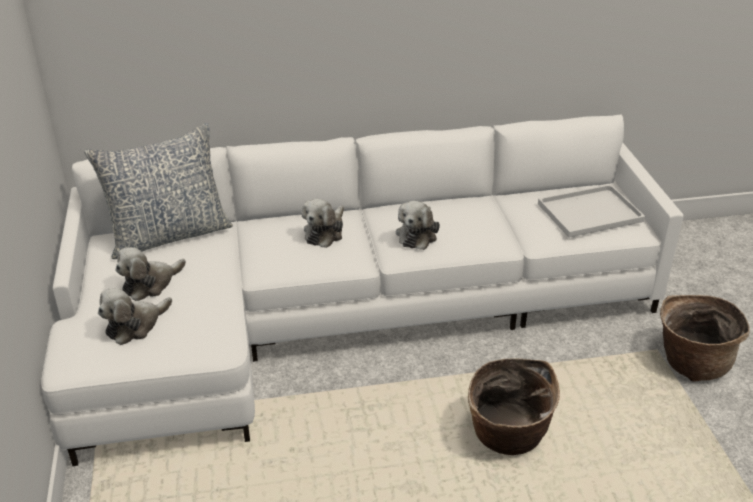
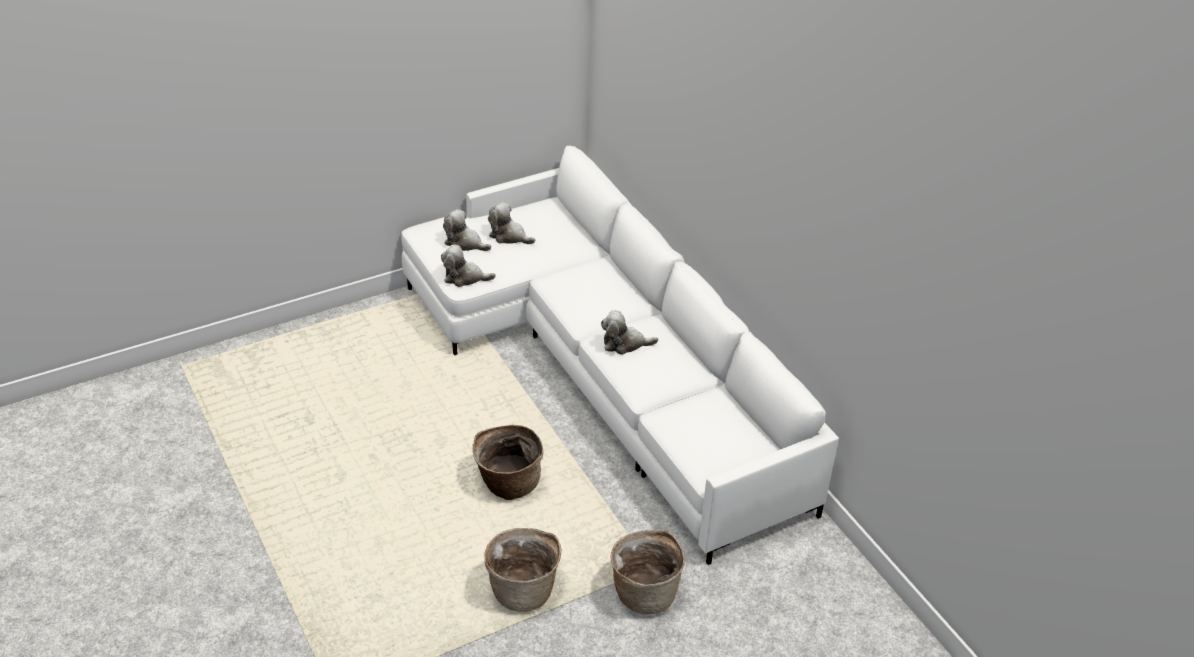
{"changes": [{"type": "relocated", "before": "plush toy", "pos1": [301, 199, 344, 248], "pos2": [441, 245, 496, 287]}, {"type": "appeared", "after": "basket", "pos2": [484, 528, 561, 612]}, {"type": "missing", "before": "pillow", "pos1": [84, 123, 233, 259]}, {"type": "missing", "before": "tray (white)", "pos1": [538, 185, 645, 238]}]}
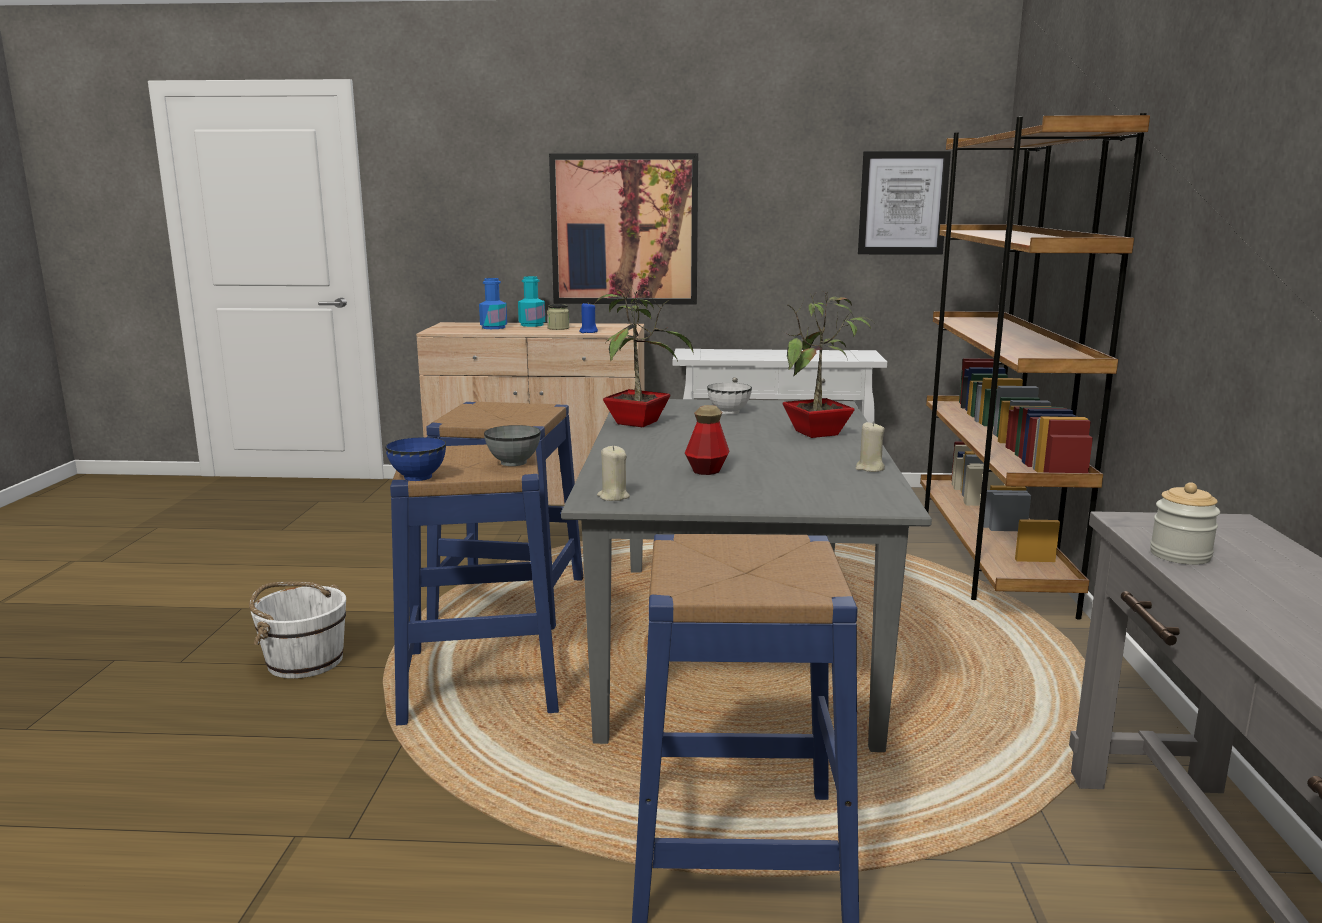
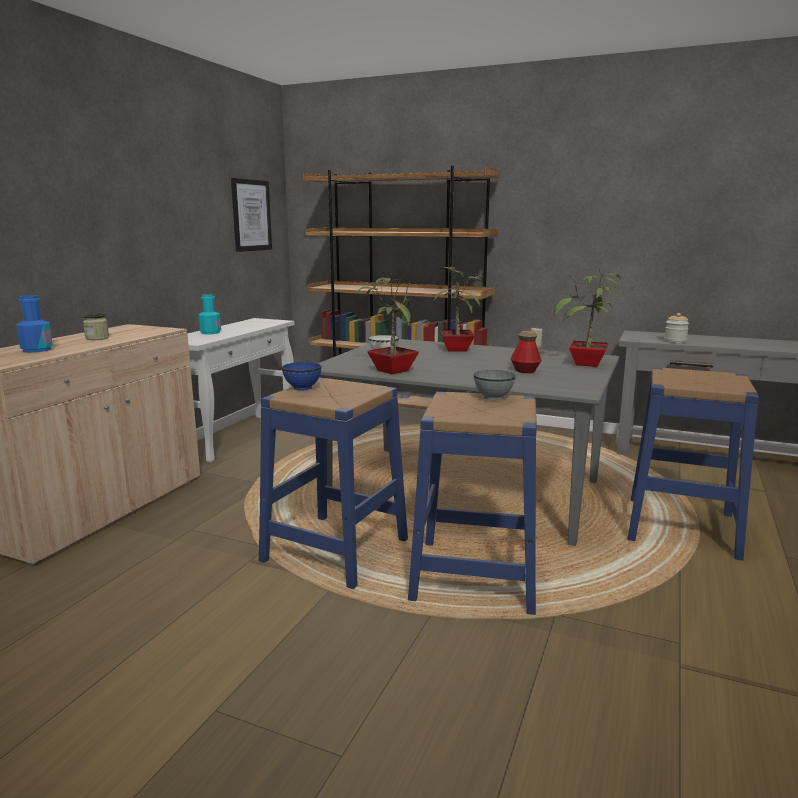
{"changes": [{"type": "relocated", "before": "bottle (turquoise)", "pos1": [518, 276, 545, 327], "pos2": [198, 294, 221, 334]}, {"type": "relocated", "before": "bowl (blue)", "pos1": [385, 437, 446, 481], "pos2": [282, 362, 321, 391]}, {"type": "appeared", "after": "potted plant", "pos2": [553, 269, 624, 367]}, {"type": "missing", "before": "bucket (white)", "pos1": [249, 582, 346, 679]}, {"type": "missing", "before": "picture", "pos1": [549, 153, 698, 305]}, {"type": "missing", "before": "candle (blue)", "pos1": [579, 303, 598, 333]}, {"type": "missing", "before": "candle (beige)", "pos1": [597, 445, 630, 501]}]}
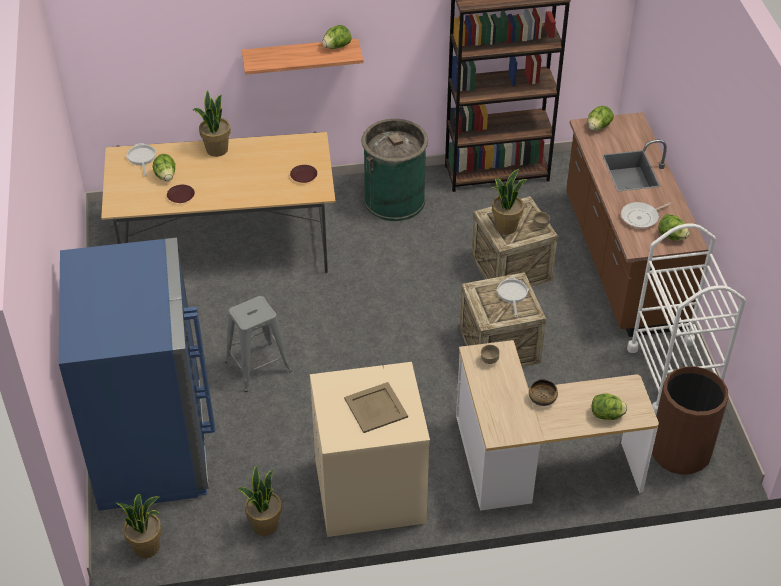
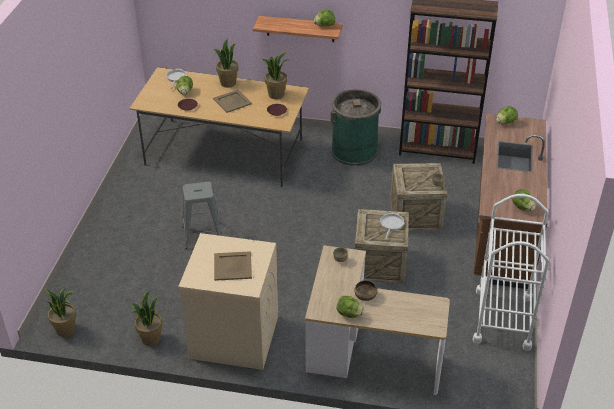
{"changes": [{"type": "appeared", "after": "tray (beige)", "pos2": [213, 90, 252, 113]}, {"type": "relocated", "before": "potted plant", "pos1": [491, 169, 528, 235], "pos2": [262, 52, 289, 99]}, {"type": "relocated", "before": "lettuce", "pos1": [592, 393, 627, 420], "pos2": [337, 296, 364, 318]}, {"type": "missing", "before": "fridge (blue)", "pos1": [59, 237, 215, 511]}, {"type": "missing", "before": "frying pan", "pos1": [621, 202, 673, 228]}, {"type": "missing", "before": "trash can (brown)", "pos1": [652, 366, 729, 475]}]}
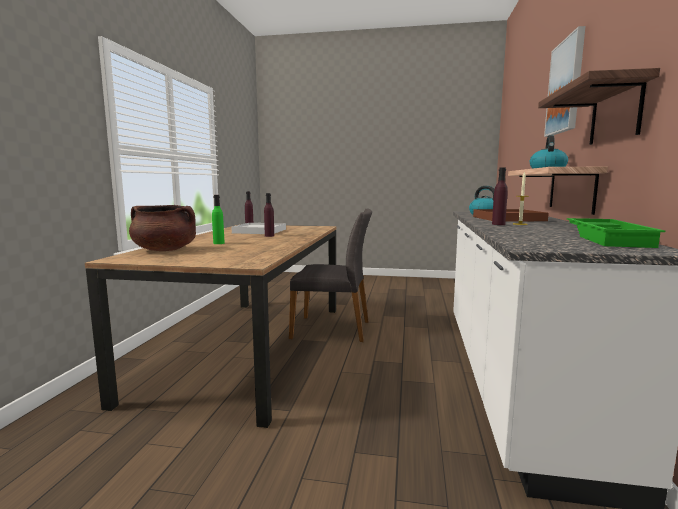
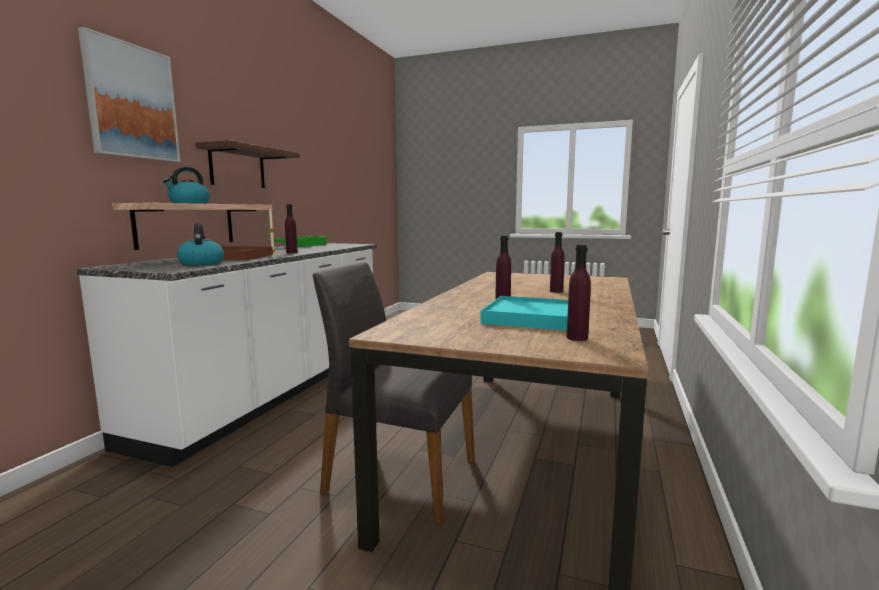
{"changes": [{"type": "colour", "before": "tray (white)", "after": "tray (turquoise)", "pos1": [231, 223, 286, 234], "pos2": [480, 296, 568, 331]}, {"type": "colour", "before": "bottle (green)", "after": "bottle (purple)", "pos1": [212, 195, 225, 244], "pos2": [550, 232, 565, 293]}, {"type": "missing", "before": "cooking pot (brown)", "pos1": [129, 205, 196, 251]}]}
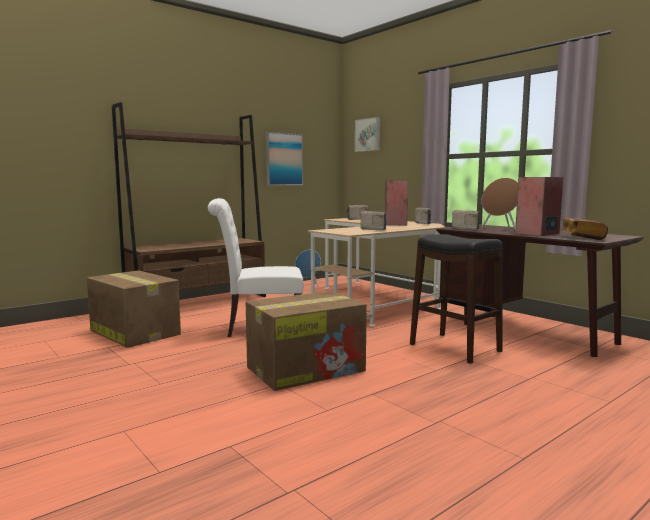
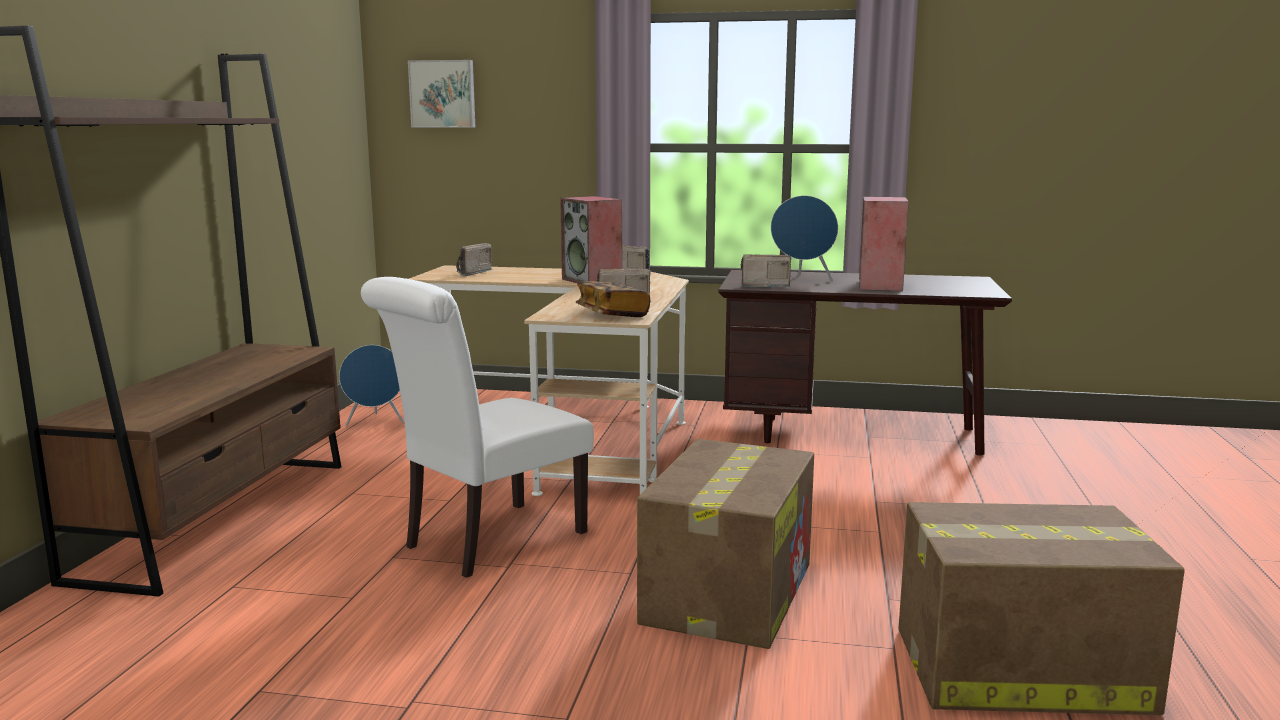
{"changes": [{"type": "relocated", "before": "book", "pos1": [560, 218, 608, 240], "pos2": [575, 281, 650, 317]}, {"type": "colour", "before": "speaker (brown)", "after": "speaker (blue)", "pos1": [481, 178, 519, 231], "pos2": [771, 196, 838, 281]}, {"type": "relocated", "before": "cardboard box", "pos1": [87, 270, 181, 348], "pos2": [898, 502, 1185, 715]}, {"type": "missing", "before": "picture", "pos1": [266, 132, 303, 186]}, {"type": "missing", "before": "stool (black)", "pos1": [410, 234, 503, 364]}]}
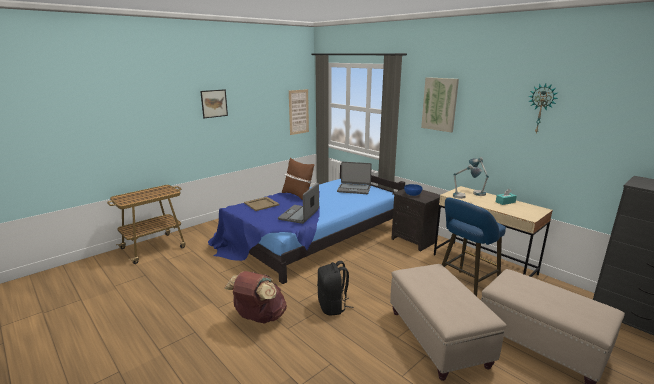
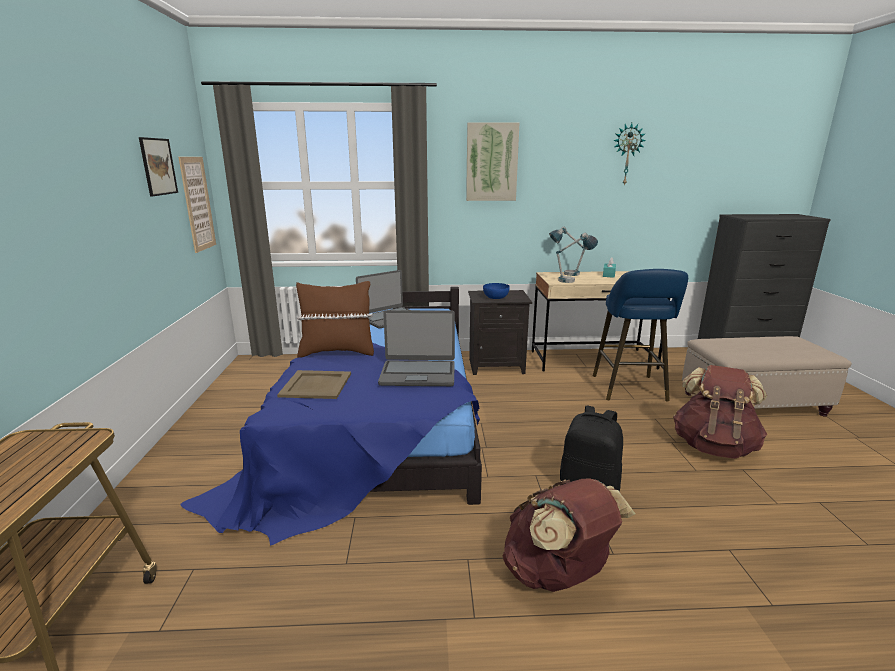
{"changes": [{"type": "relocated", "before": "picture", "pos1": [200, 89, 228, 118], "pos2": [139, 137, 178, 196]}, {"type": "spun", "before": "laptop", "pos1": [278, 183, 319, 224], "pos2": [378, 310, 455, 386], "turn": -60}, {"type": "exchanged", "before": "ottoman (beige)", "after": "backpack (brown)", "pos1": [390, 264, 507, 381], "pos2": [673, 365, 767, 459]}]}
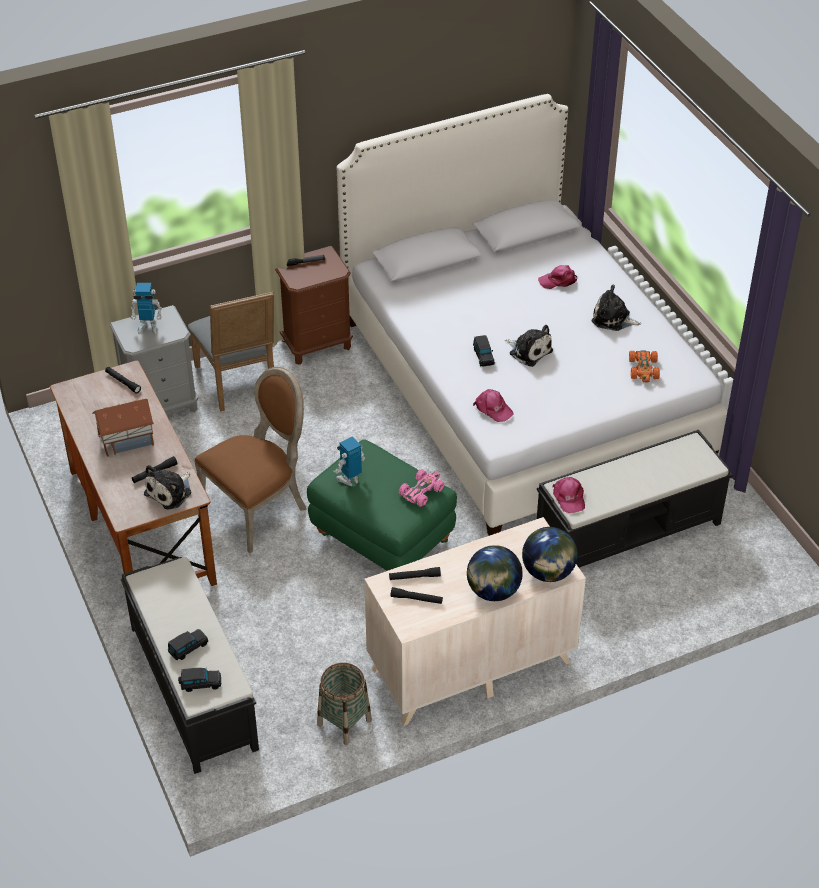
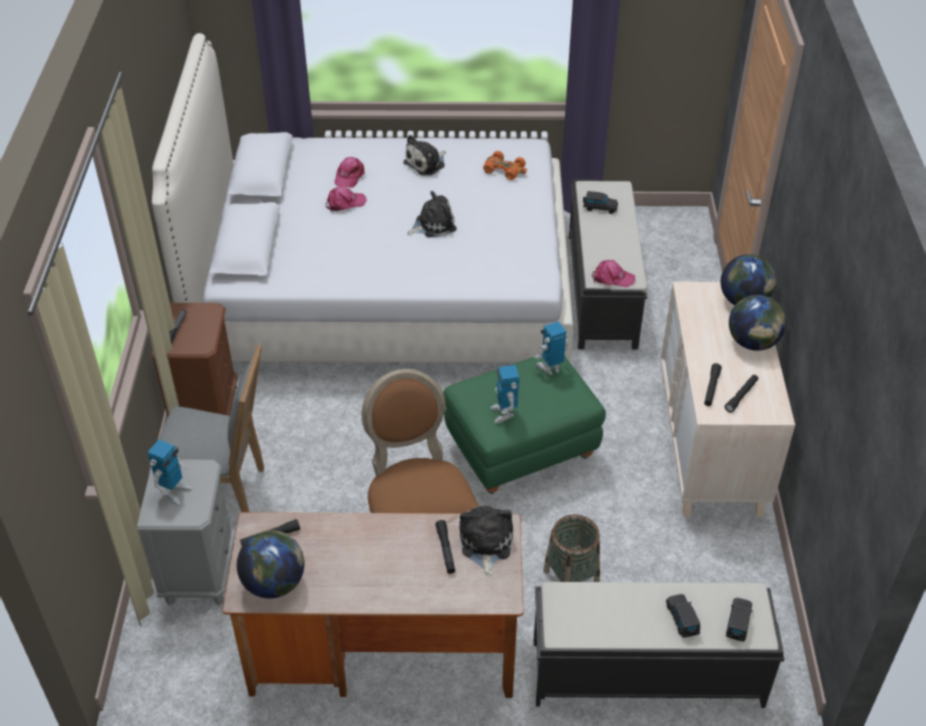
{"changes": [{"type": "appeared", "after": "globe", "pos2": [237, 531, 304, 598]}, {"type": "relocated", "before": "cap (pink)", "pos1": [473, 389, 514, 422], "pos2": [326, 186, 367, 213]}, {"type": "spun", "before": "plush toy", "pos1": [144, 465, 191, 510], "pos2": [459, 506, 513, 576], "turn": -150}, {"type": "exchanged", "before": "toy car (pink)", "after": "toy robot", "pos1": [399, 469, 445, 507], "pos2": [534, 321, 570, 375]}, {"type": "relocated", "before": "basket", "pos1": [317, 663, 372, 745], "pos2": [543, 514, 600, 582]}, {"type": "relocated", "before": "toy car (black)", "pos1": [473, 335, 495, 367], "pos2": [583, 191, 618, 214]}, {"type": "missing", "before": "toy house", "pos1": [92, 399, 154, 456]}]}
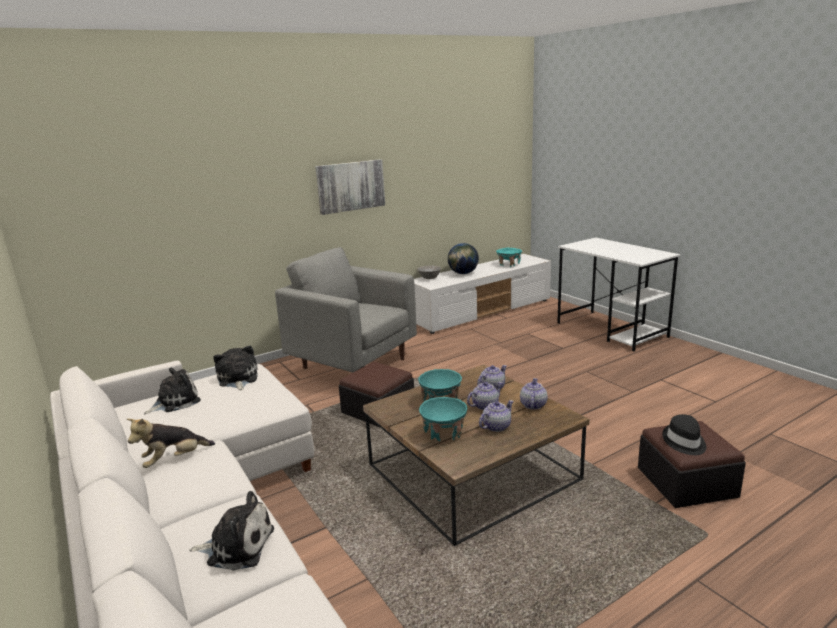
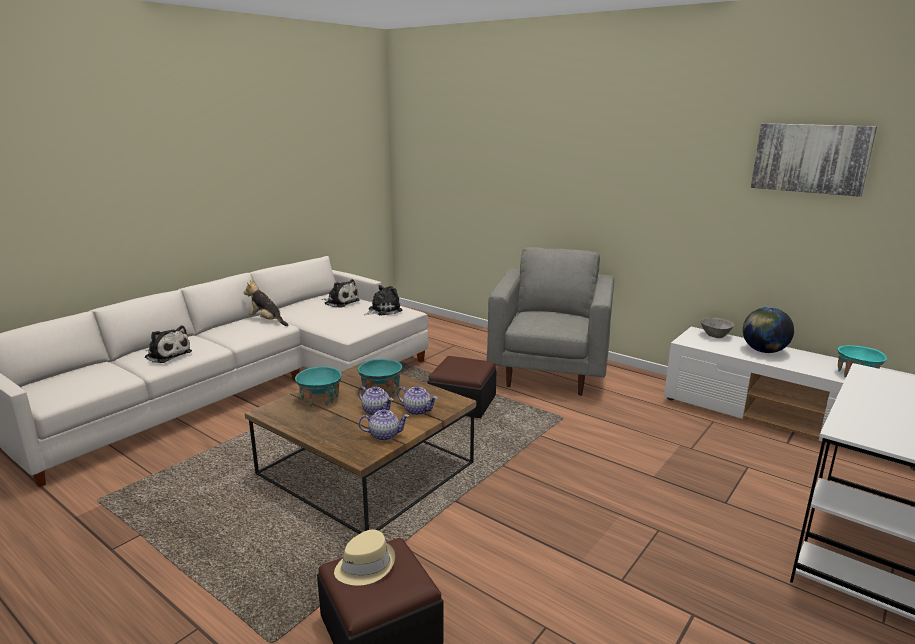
{"changes": [{"type": "spun", "before": "plush toy", "pos1": [190, 491, 274, 571], "pos2": [145, 325, 192, 363], "turn": -45}, {"type": "colour", "before": "hat (black)", "after": "hat (beige)", "pos1": [662, 414, 706, 455], "pos2": [334, 530, 395, 585]}, {"type": "relocated", "before": "picture", "pos1": [315, 159, 385, 215], "pos2": [751, 123, 877, 197]}, {"type": "missing", "before": "teapot", "pos1": [479, 400, 514, 432]}]}
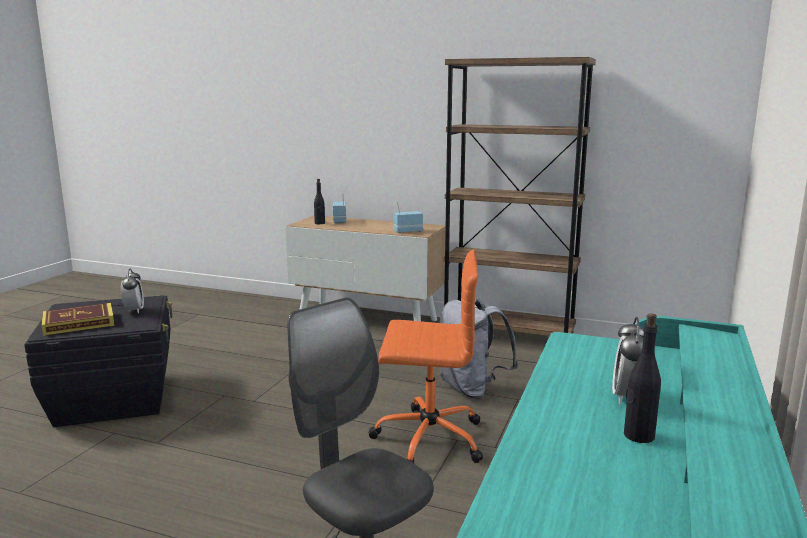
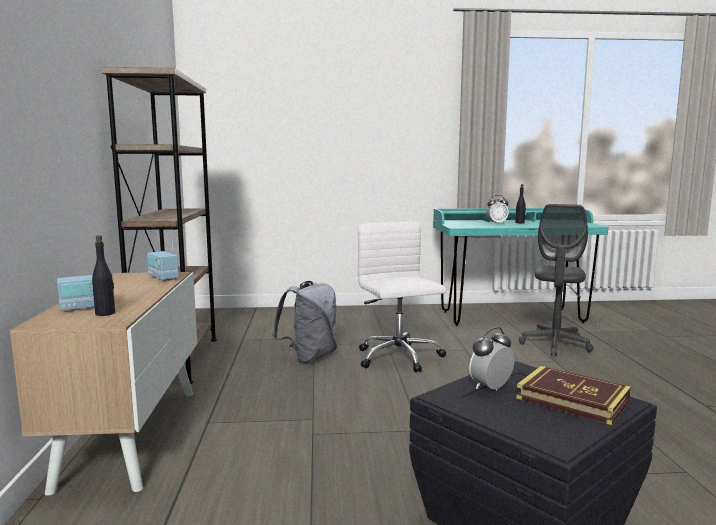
{"changes": [{"type": "colour", "before": "office chair (orange)", "after": "office chair (white)", "pos1": [369, 250, 483, 463], "pos2": [358, 222, 446, 373]}]}
